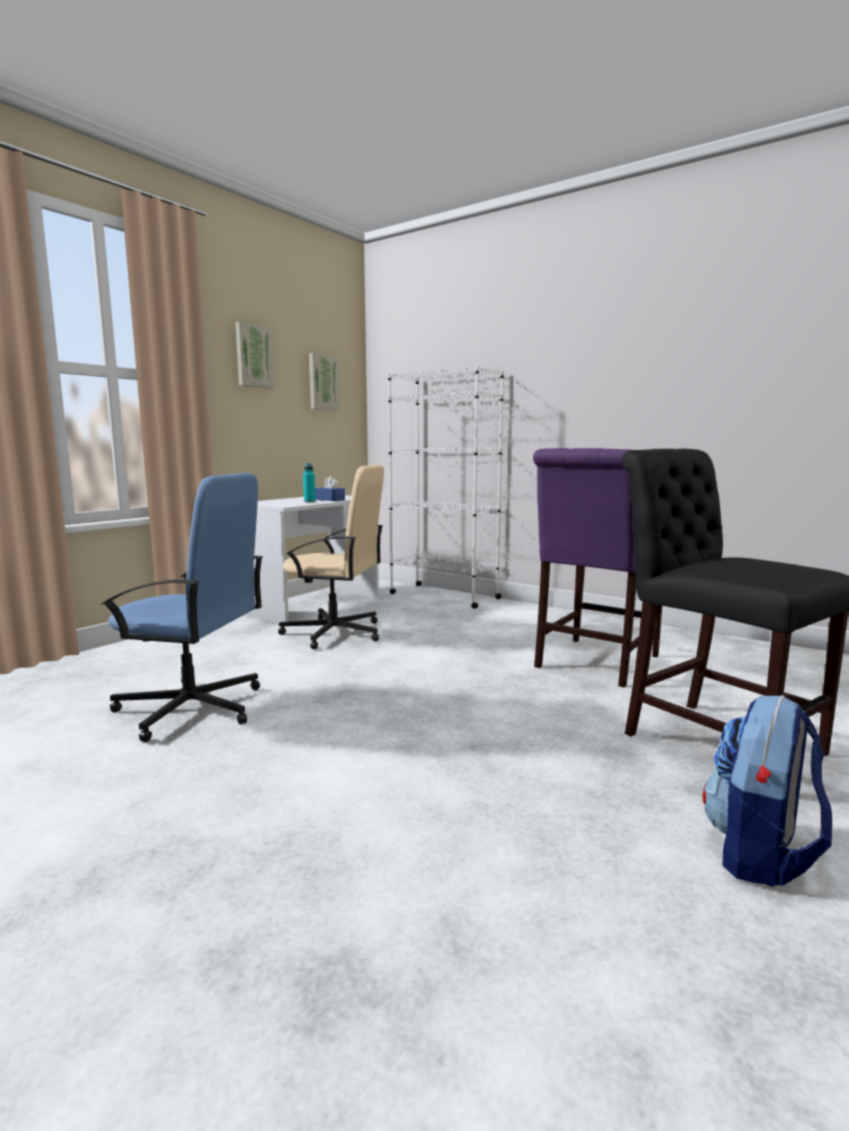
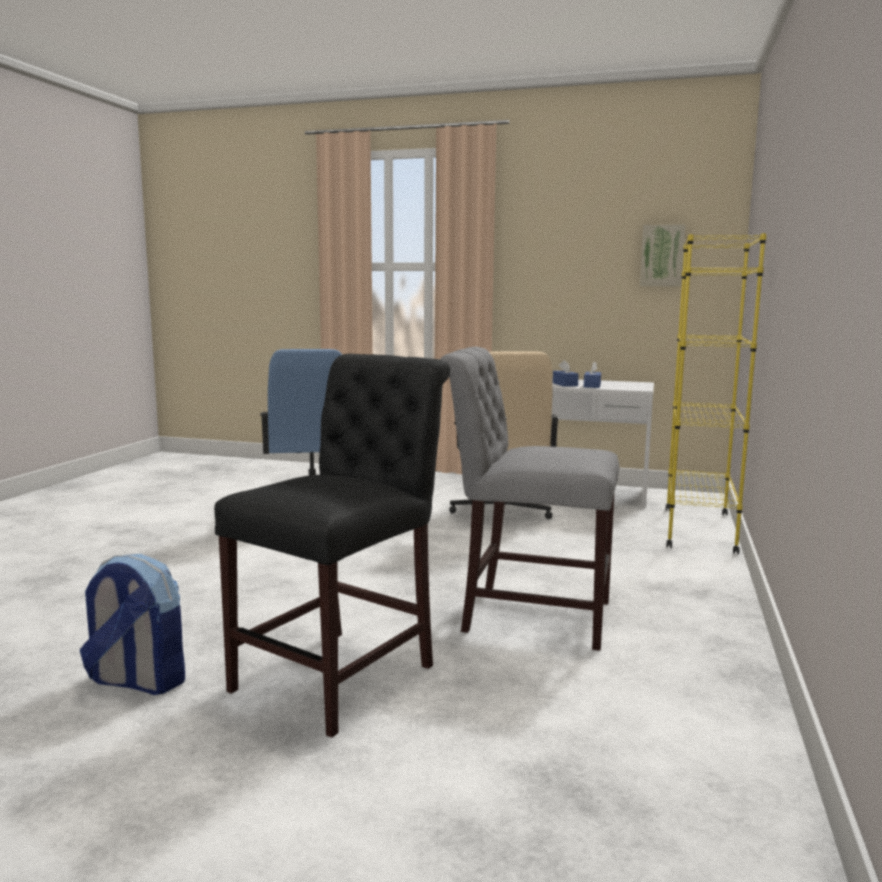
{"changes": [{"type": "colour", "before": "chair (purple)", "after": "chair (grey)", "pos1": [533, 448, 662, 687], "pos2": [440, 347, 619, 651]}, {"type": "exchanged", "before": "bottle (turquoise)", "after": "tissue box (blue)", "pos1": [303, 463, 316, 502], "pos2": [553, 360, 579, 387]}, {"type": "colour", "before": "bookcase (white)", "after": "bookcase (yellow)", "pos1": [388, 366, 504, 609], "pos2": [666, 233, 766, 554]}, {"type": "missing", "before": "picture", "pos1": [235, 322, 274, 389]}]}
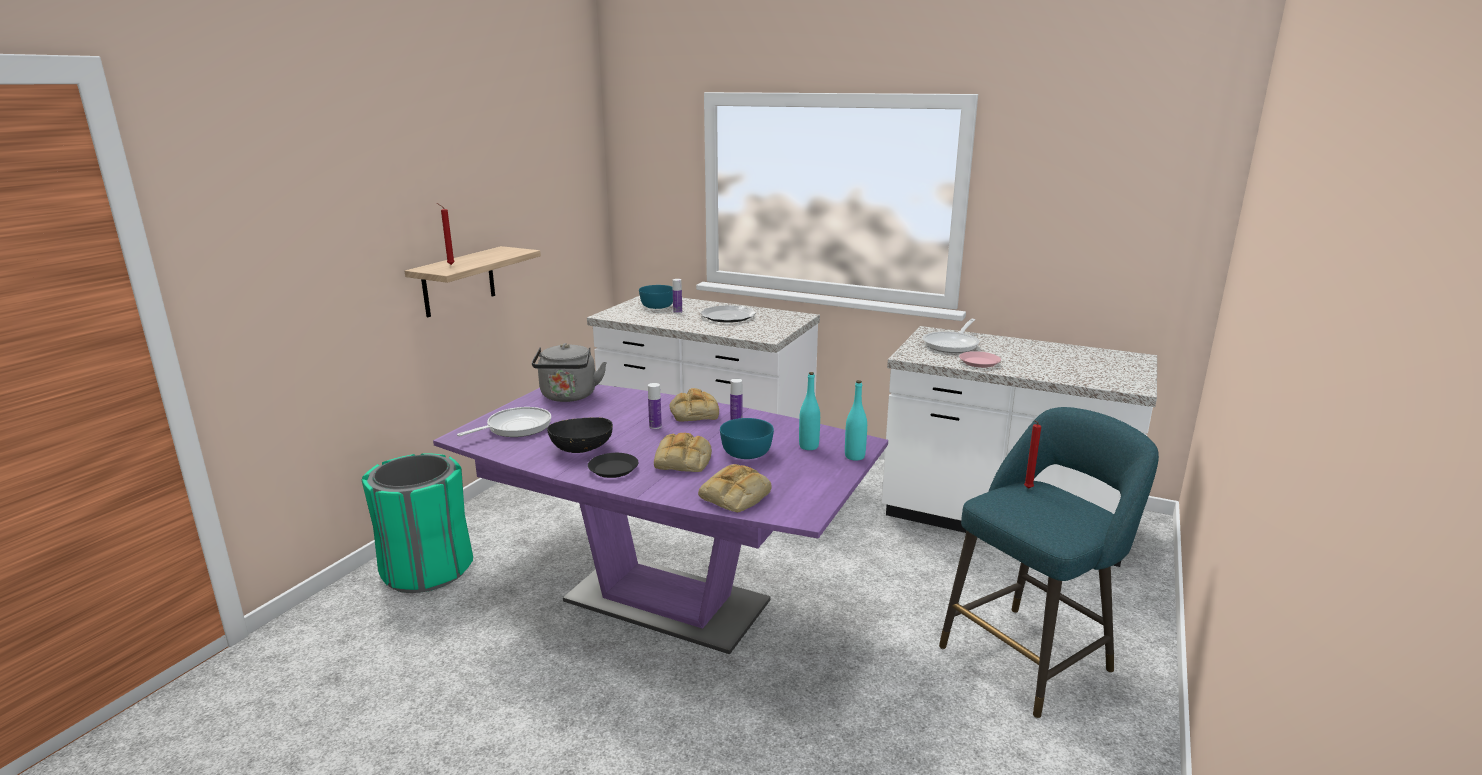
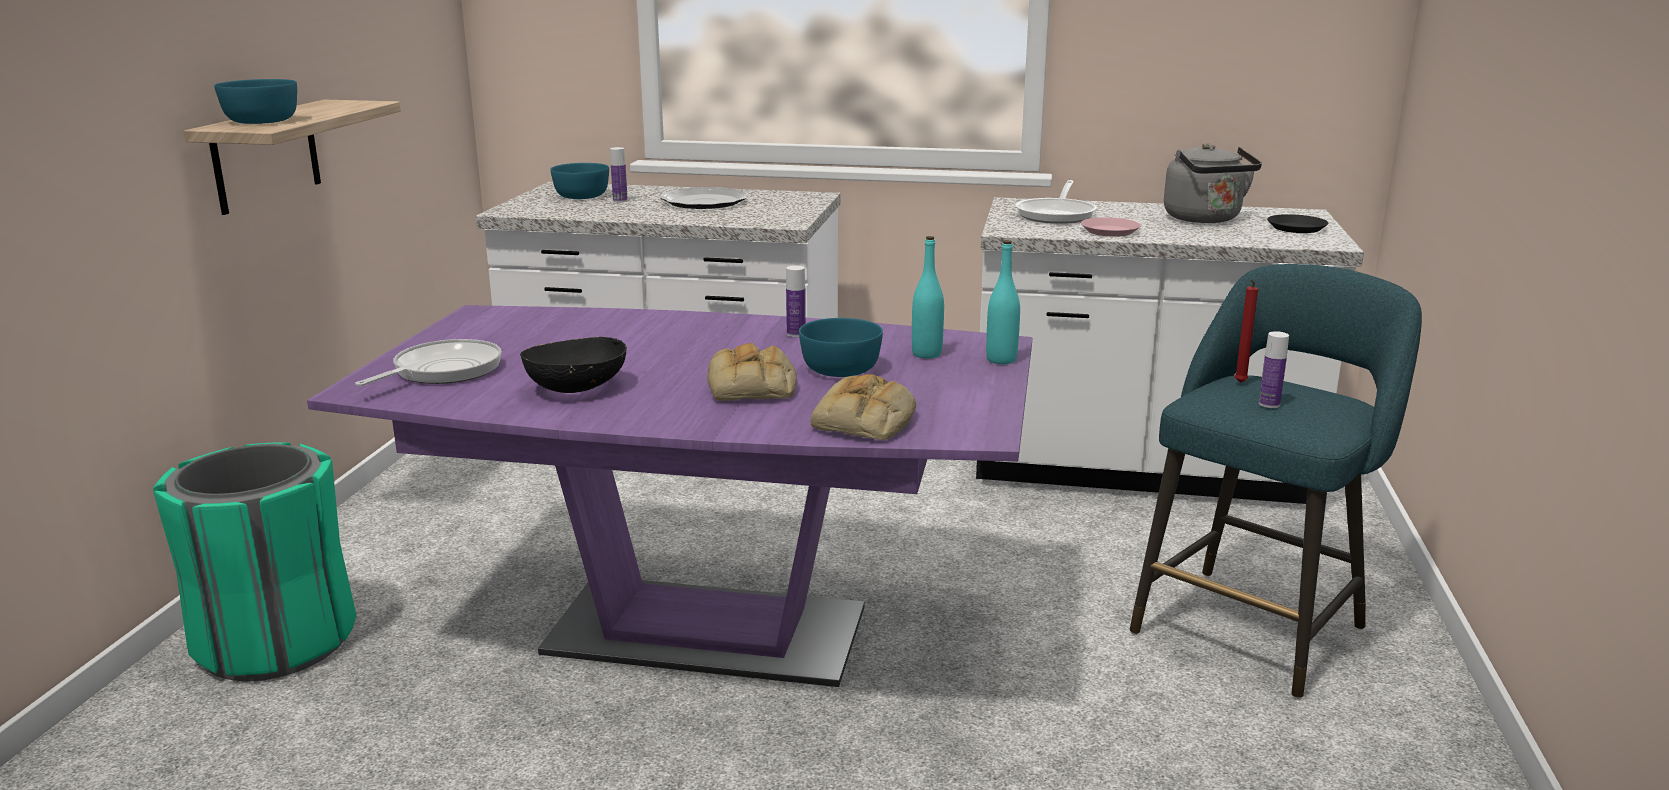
{"changes": [{"type": "exchanged", "before": "candle (red)", "after": "bowl (turquoise)", "pos1": [437, 203, 455, 265], "pos2": [214, 79, 297, 124]}, {"type": "relocated", "before": "kettle (grey)", "pos1": [532, 343, 607, 402], "pos2": [1164, 143, 1262, 223]}, {"type": "relocated", "before": "bottle", "pos1": [648, 383, 662, 429], "pos2": [1259, 331, 1289, 408]}, {"type": "relocated", "before": "plate (black)", "pos1": [588, 453, 638, 478], "pos2": [1267, 214, 1328, 233]}, {"type": "missing", "before": "bread", "pos1": [670, 388, 719, 422]}]}
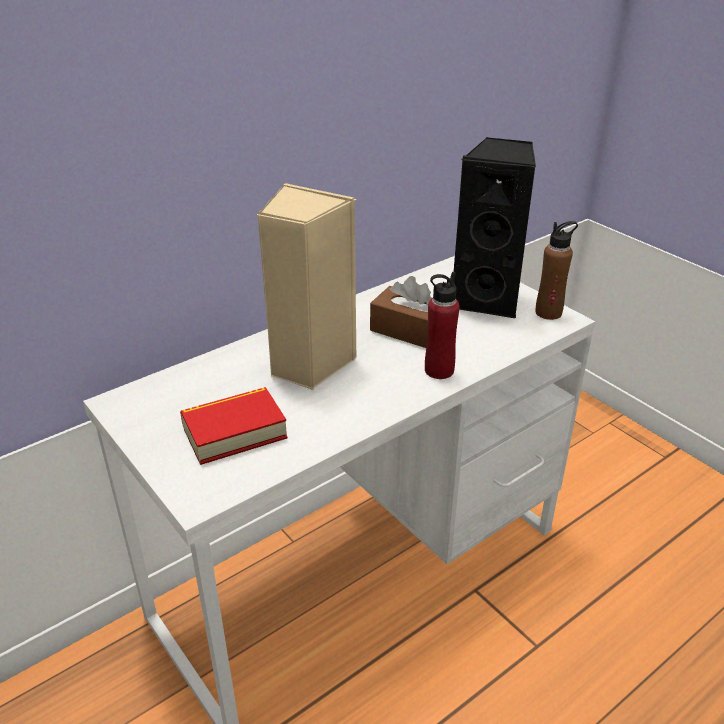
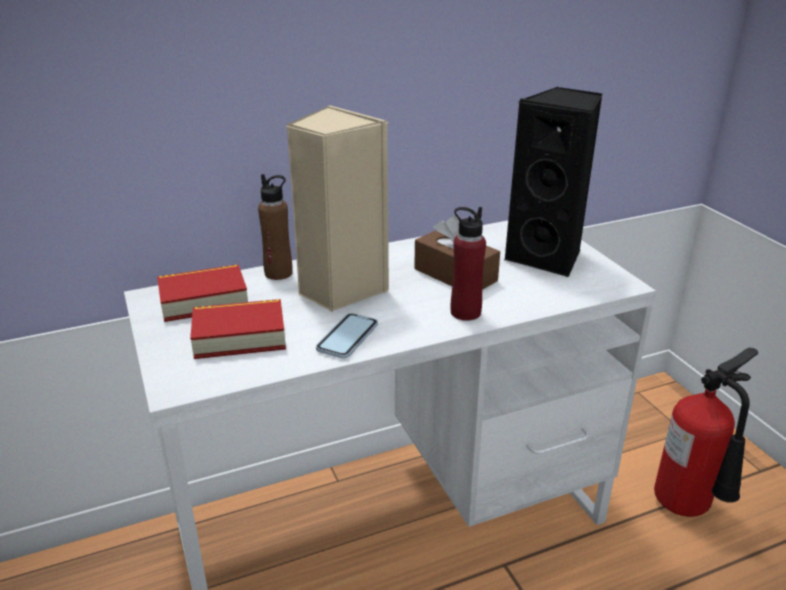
{"changes": [{"type": "appeared", "after": "book", "pos2": [157, 264, 248, 322]}, {"type": "relocated", "before": "bottle (brown)", "pos1": [535, 221, 578, 320], "pos2": [258, 174, 293, 280]}, {"type": "appeared", "after": "phone", "pos2": [316, 313, 378, 359]}, {"type": "appeared", "after": "fire extinguisher", "pos2": [654, 348, 758, 517]}]}
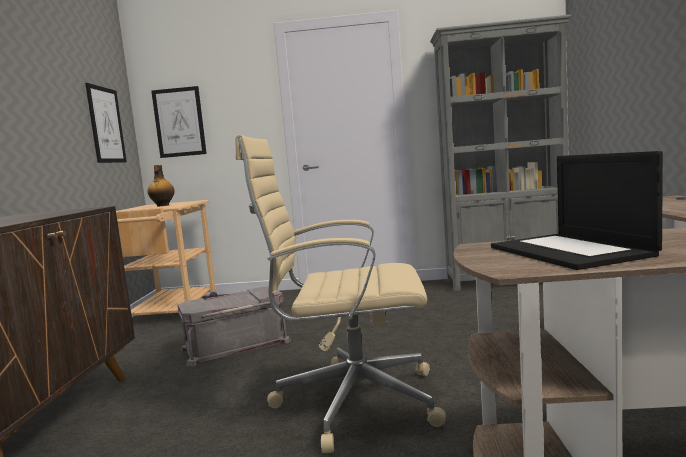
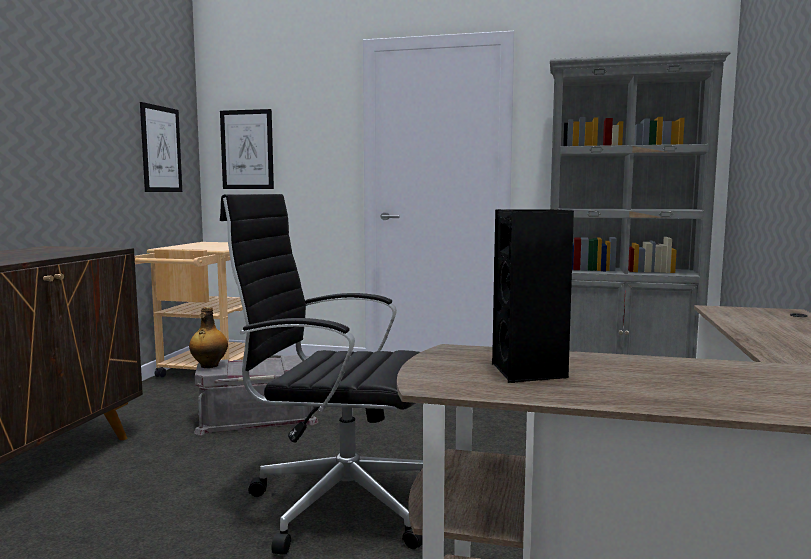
{"changes": [{"type": "relocated", "before": "bottle", "pos1": [148, 165, 175, 207], "pos2": [189, 307, 228, 368]}, {"type": "colour", "before": "office chair (beige)", "after": "office chair (black)", "pos1": [235, 135, 446, 453], "pos2": [220, 194, 423, 555]}, {"type": "exchanged", "before": "laptop", "after": "speaker (black)", "pos1": [491, 151, 663, 270], "pos2": [492, 209, 574, 383]}]}
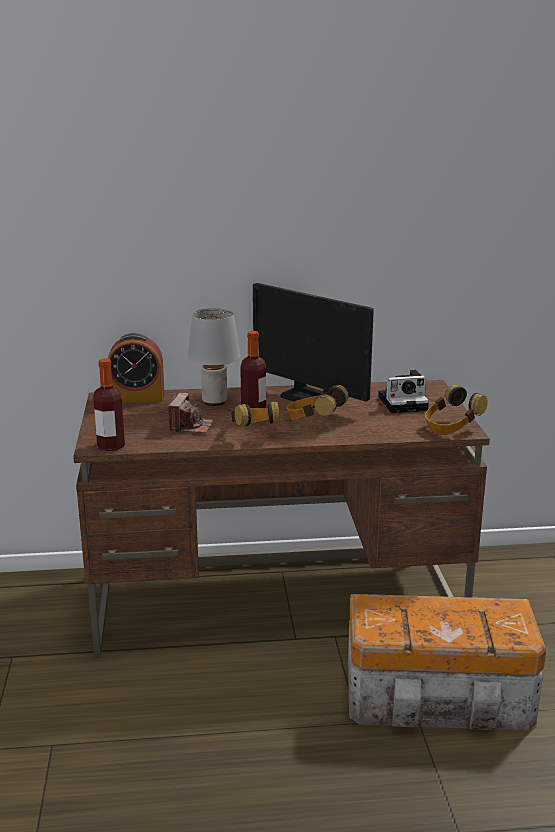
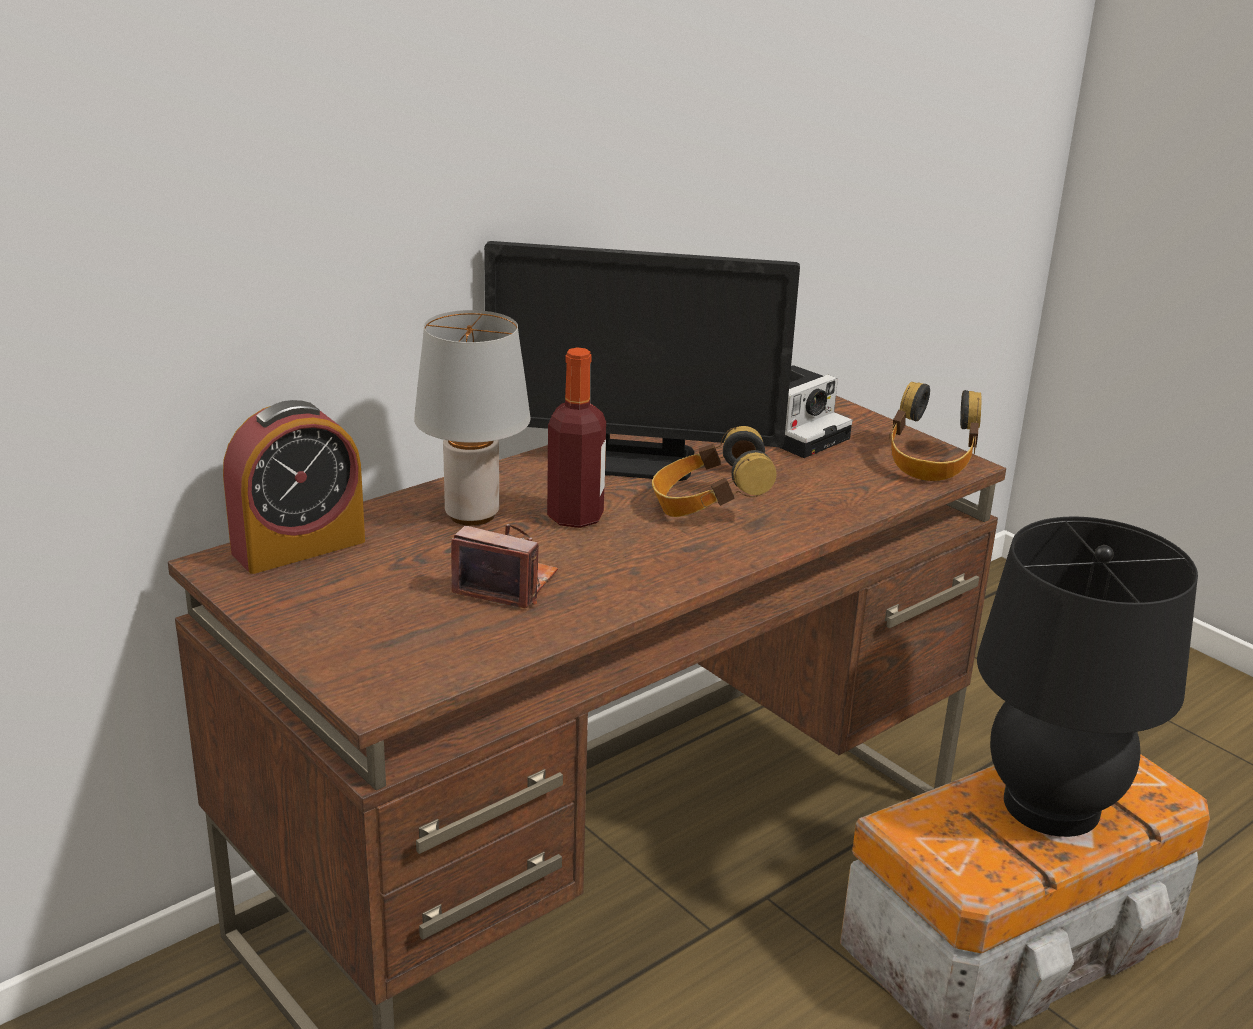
{"changes": [{"type": "spun", "before": "photo camera", "pos1": [168, 393, 214, 433], "pos2": [451, 524, 558, 608], "turn": -45}, {"type": "appeared", "after": "table lamp (black)", "pos2": [977, 517, 1198, 837]}, {"type": "missing", "before": "bottle", "pos1": [93, 358, 125, 451]}, {"type": "missing", "before": "headphones", "pos1": [230, 402, 280, 427]}]}
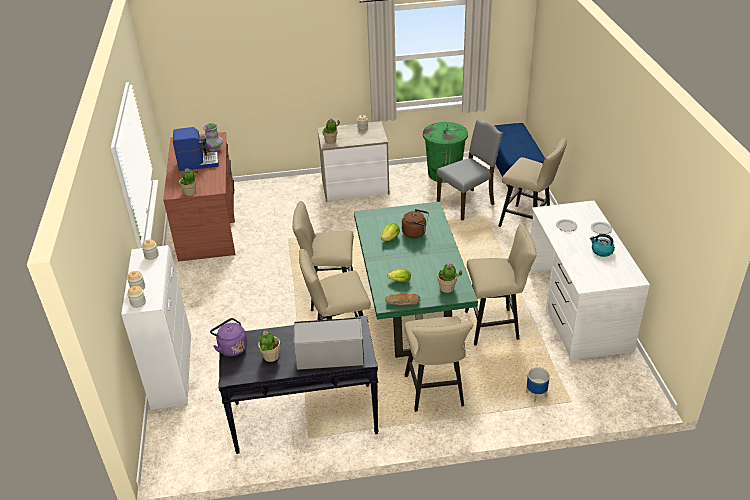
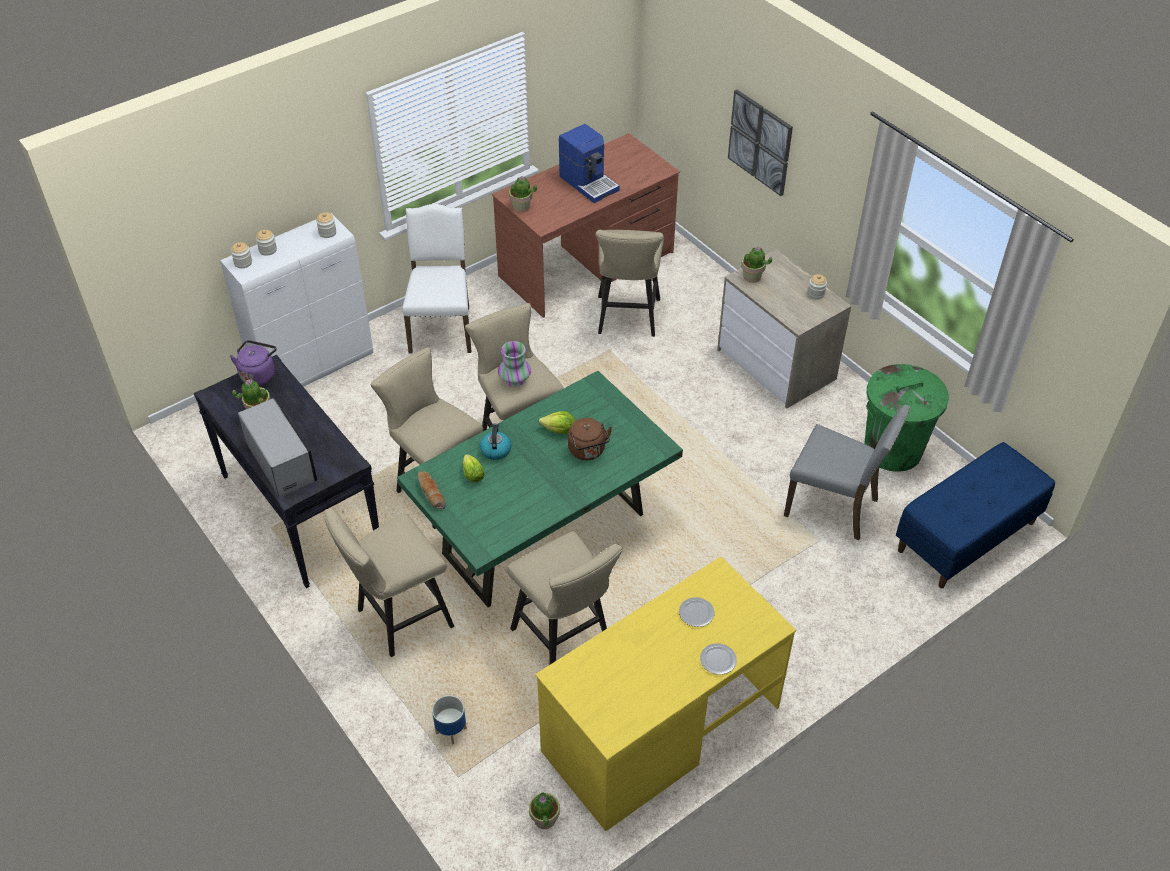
{"changes": [{"type": "appeared", "after": "chair (white)", "pos2": [402, 204, 471, 354]}, {"type": "relocated", "before": "kettle", "pos1": [590, 234, 615, 257], "pos2": [480, 423, 511, 460]}, {"type": "relocated", "before": "vase", "pos1": [203, 123, 223, 152], "pos2": [498, 341, 531, 387]}, {"type": "relocated", "before": "potted plant", "pos1": [437, 263, 462, 293], "pos2": [529, 792, 560, 829]}, {"type": "colour", "before": "desk (white)", "after": "desk (yellow)", "pos1": [529, 200, 650, 361], "pos2": [535, 557, 796, 831]}, {"type": "relocated", "before": "stool (beige)", "pos1": [498, 138, 567, 227], "pos2": [595, 230, 664, 337]}, {"type": "appeared", "after": "picture", "pos2": [728, 89, 793, 196]}]}
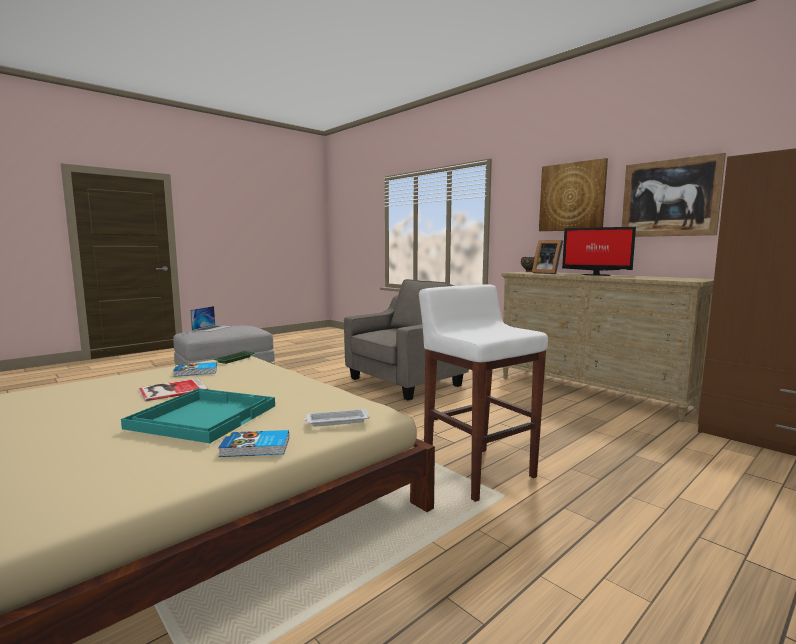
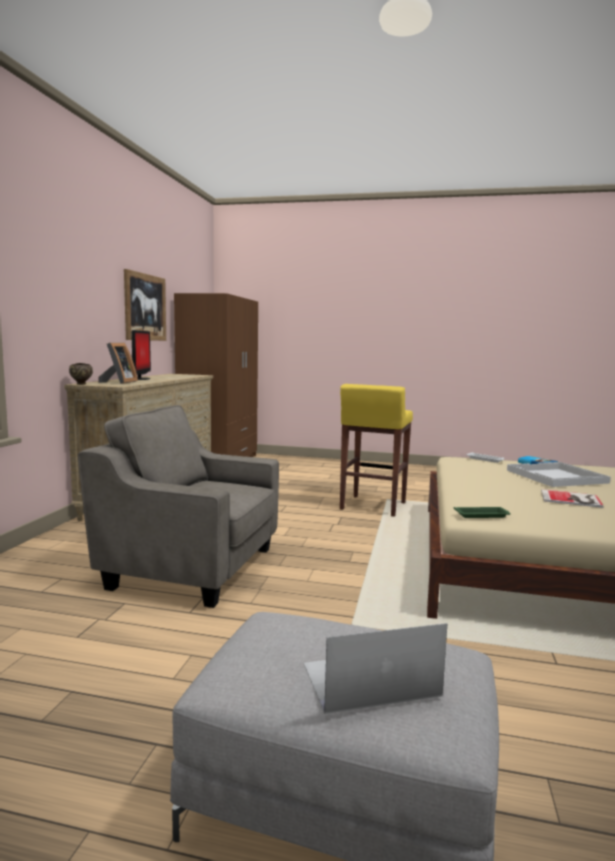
{"changes": [{"type": "colour", "before": "stool (white)", "after": "stool (yellow)", "pos1": [419, 284, 548, 502], "pos2": [340, 384, 413, 517]}, {"type": "colour", "before": "tray (turquoise)", "after": "tray (white)", "pos1": [121, 388, 275, 443], "pos2": [507, 462, 611, 487]}, {"type": "missing", "before": "book", "pos1": [173, 362, 217, 377]}, {"type": "missing", "before": "picture", "pos1": [539, 158, 608, 231]}]}
